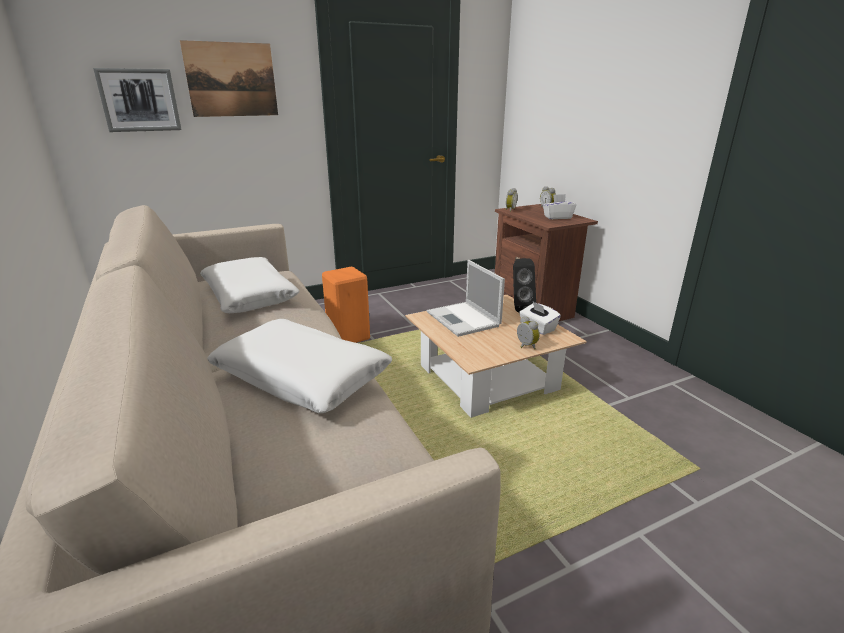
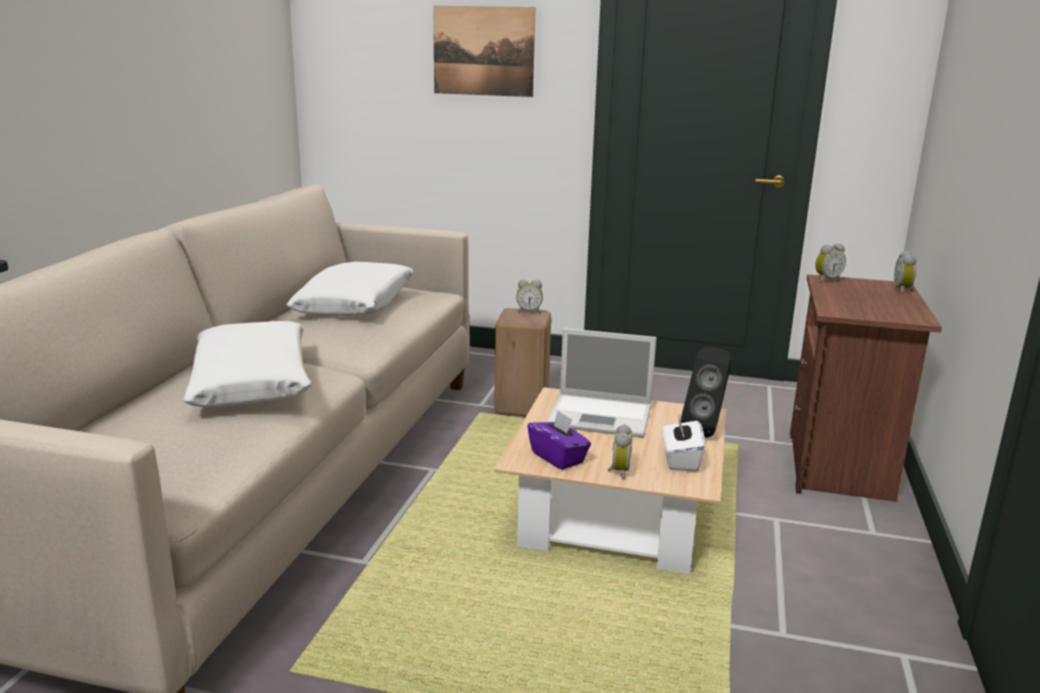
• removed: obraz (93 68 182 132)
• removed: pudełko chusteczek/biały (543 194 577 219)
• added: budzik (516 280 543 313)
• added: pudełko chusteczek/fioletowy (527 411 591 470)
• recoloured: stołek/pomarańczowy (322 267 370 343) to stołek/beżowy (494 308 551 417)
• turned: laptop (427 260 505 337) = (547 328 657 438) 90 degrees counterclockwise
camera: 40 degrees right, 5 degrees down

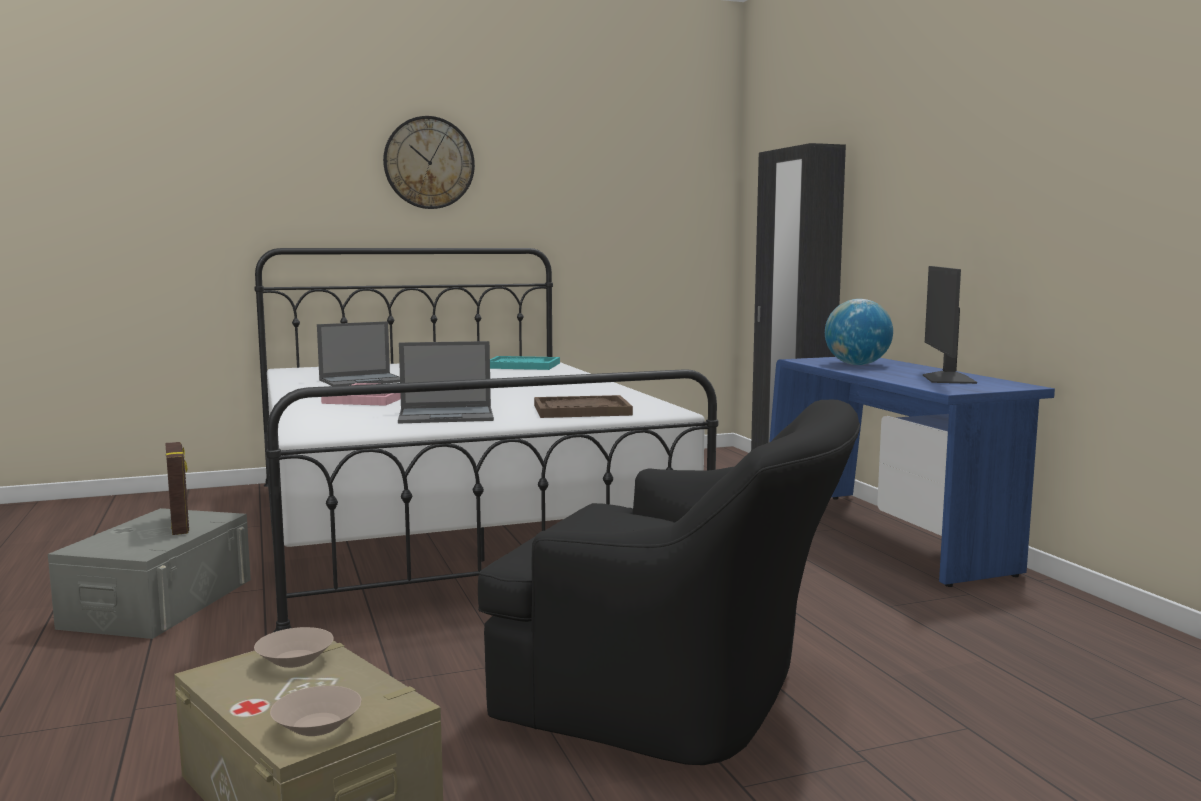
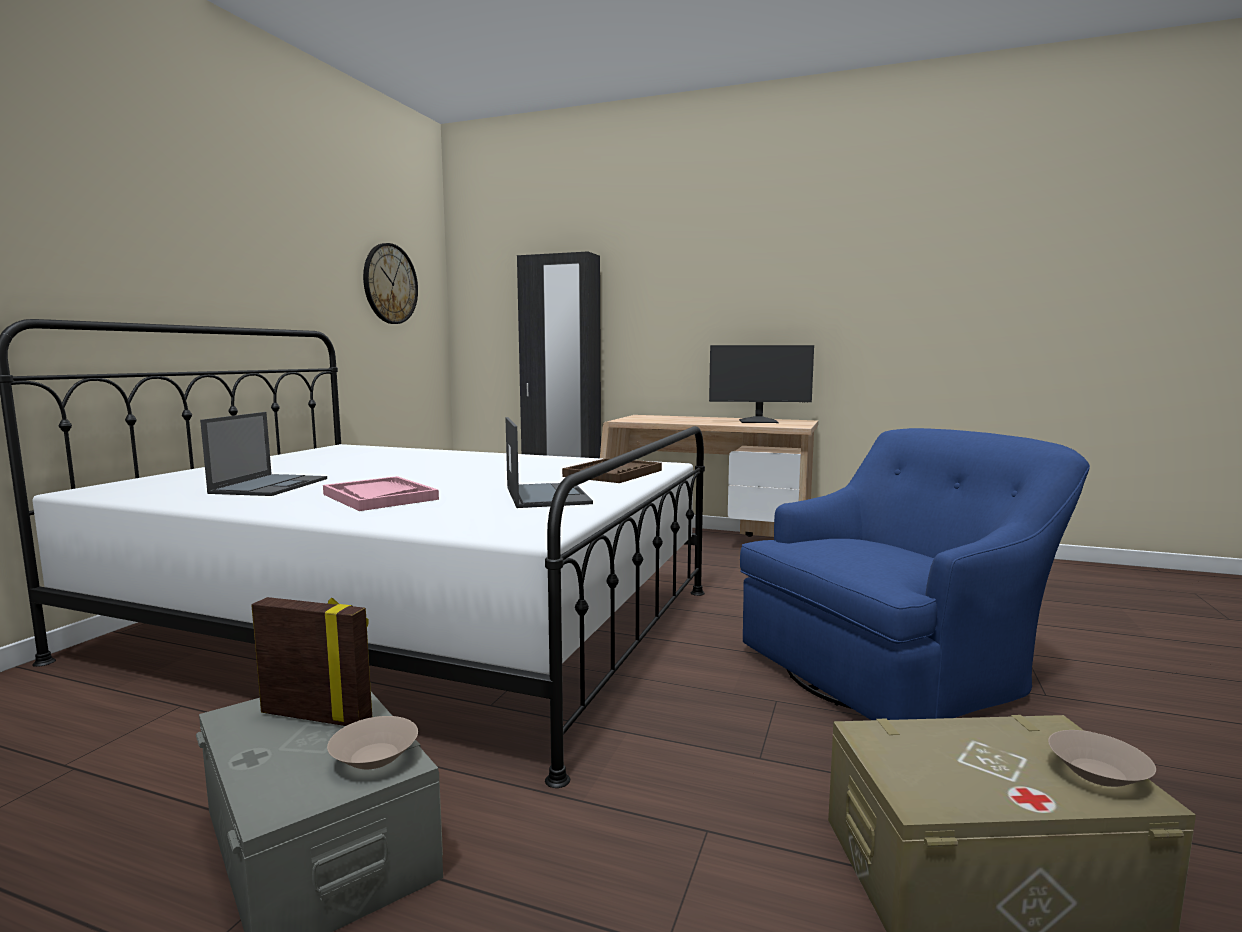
• removed: taca/turkusowy (490 356 560 370)
• removed: globus (825 299 893 365)
• moved: miska/beżowy (254 627 334 668) to (327 716 418 769)
• moved: zegar ścienny (383 116 475 209) to (363 243 418 324)
• recoloured: fotel/czarny (478 400 860 765) to fotel/niebieski (740 428 1090 720)
• recoloured: biurko/niebieski (769 357 1055 587) to biurko/beżowy (600 415 818 537)
• turned: laptop (398 341 494 423) = (505 417 593 508) 45 degrees counterclockwise
• turned: monitor (923 266 977 384) = (709 345 814 423) 45 degrees counterclockwise
camera: 50 degrees left, 0 degrees up

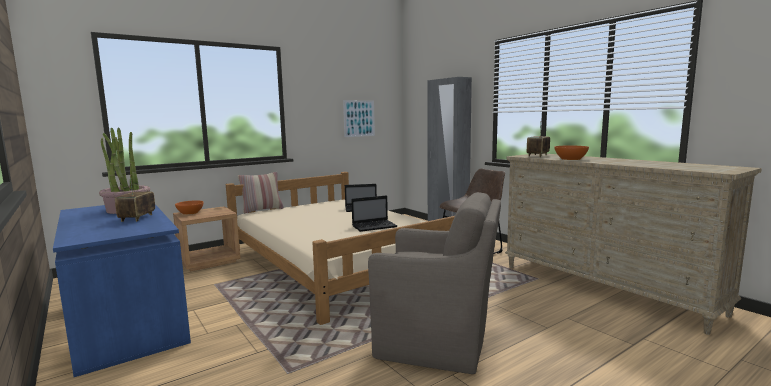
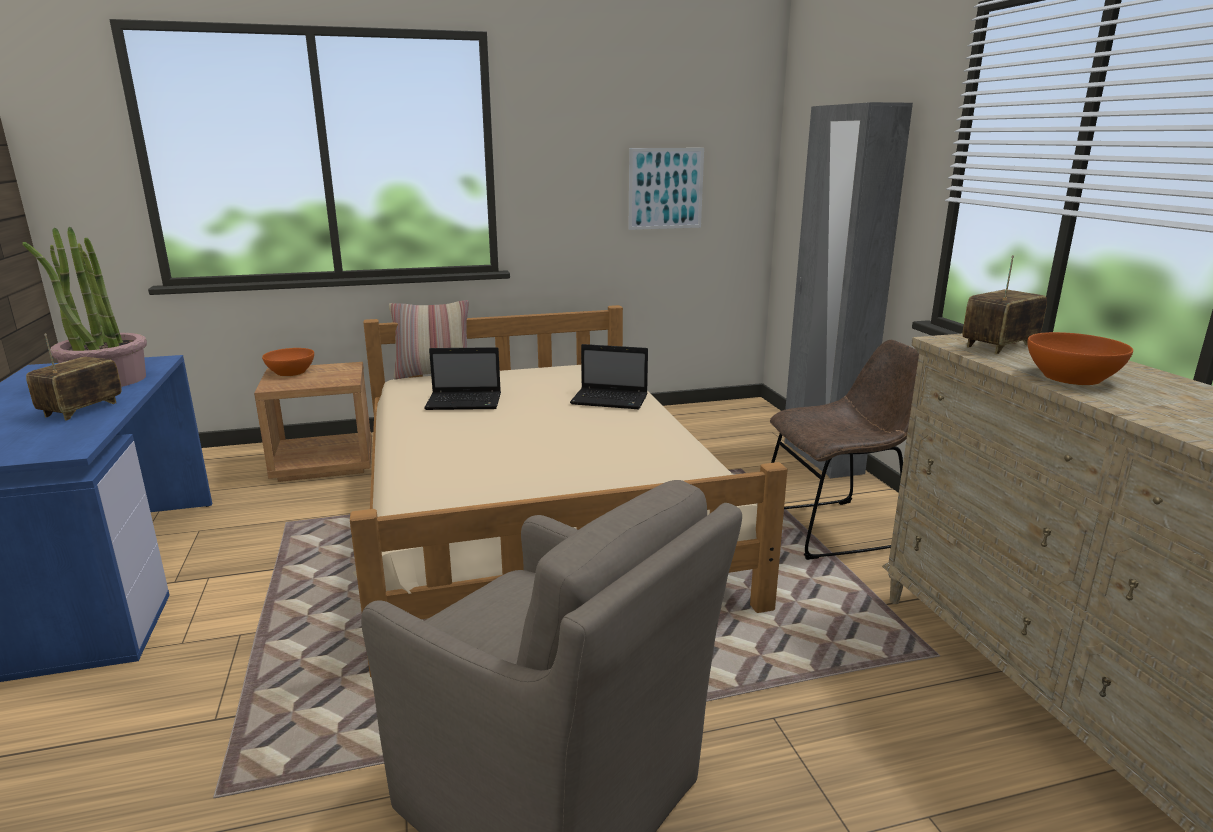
• moved: laptop (351 195 398 232) to (424 347 501 410)
camera: 20 degrees right, 10 degrees up

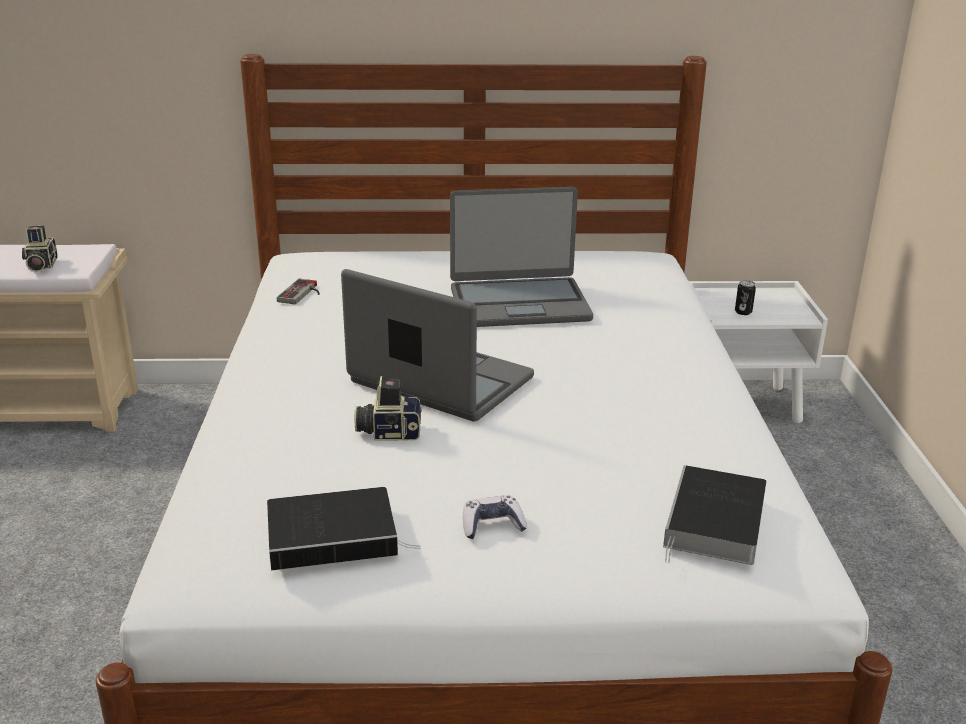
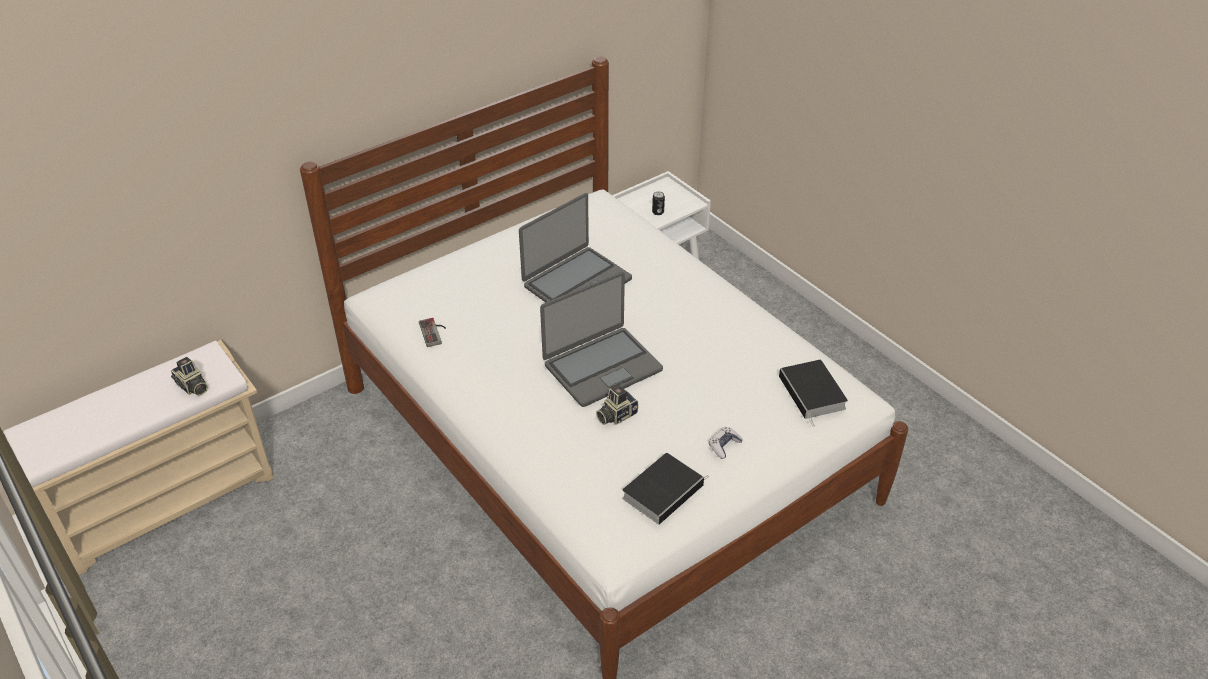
• turned: laptop (341 269 534 422) = (540 272 663 407) 150 degrees clockwise
camera: 35 degrees left, 15 degrees up

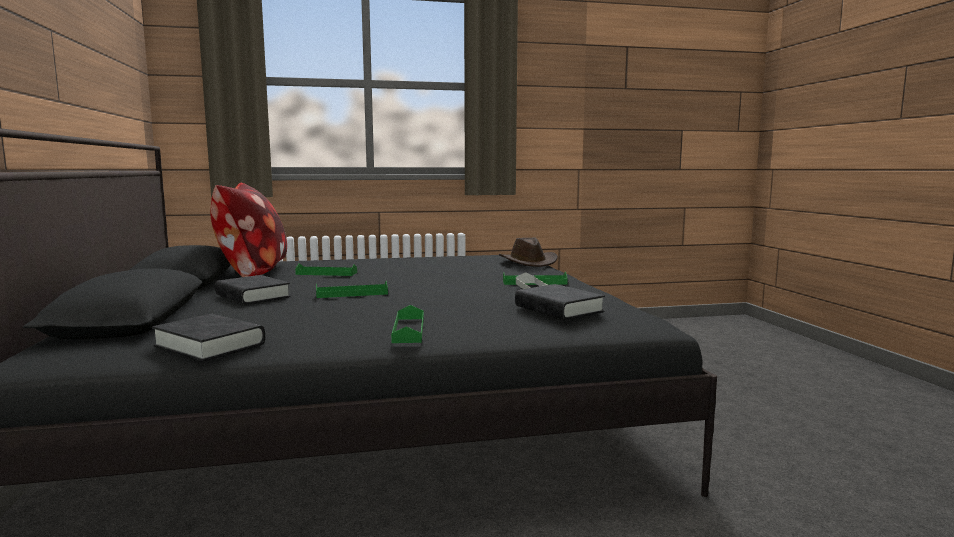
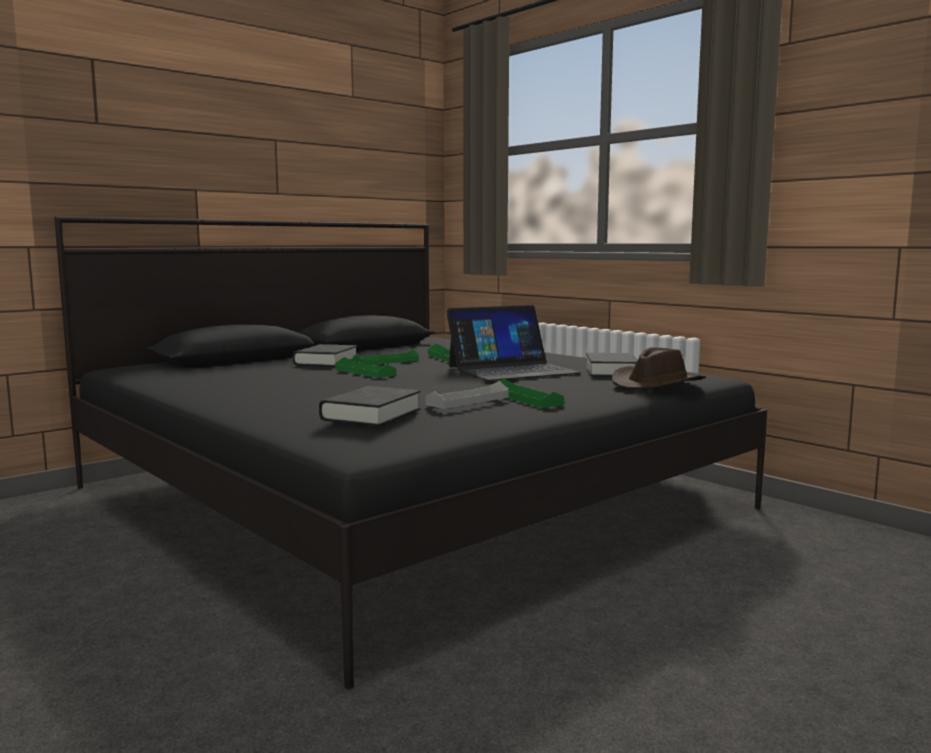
• removed: poduszka (210 183 287 277)
• added: laptop (446 305 580 381)
• moved: książka/czarny (152 314 265 362) to (586 353 637 377)
• moved: taca/zielony (391 305 424 343) to (353 348 419 365)
camera: 60 degrees right, 0 degrees up

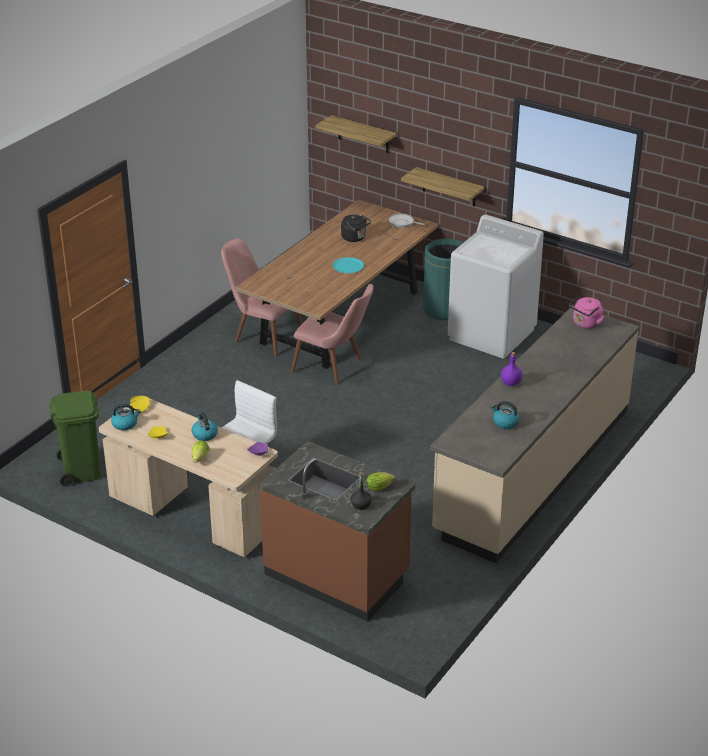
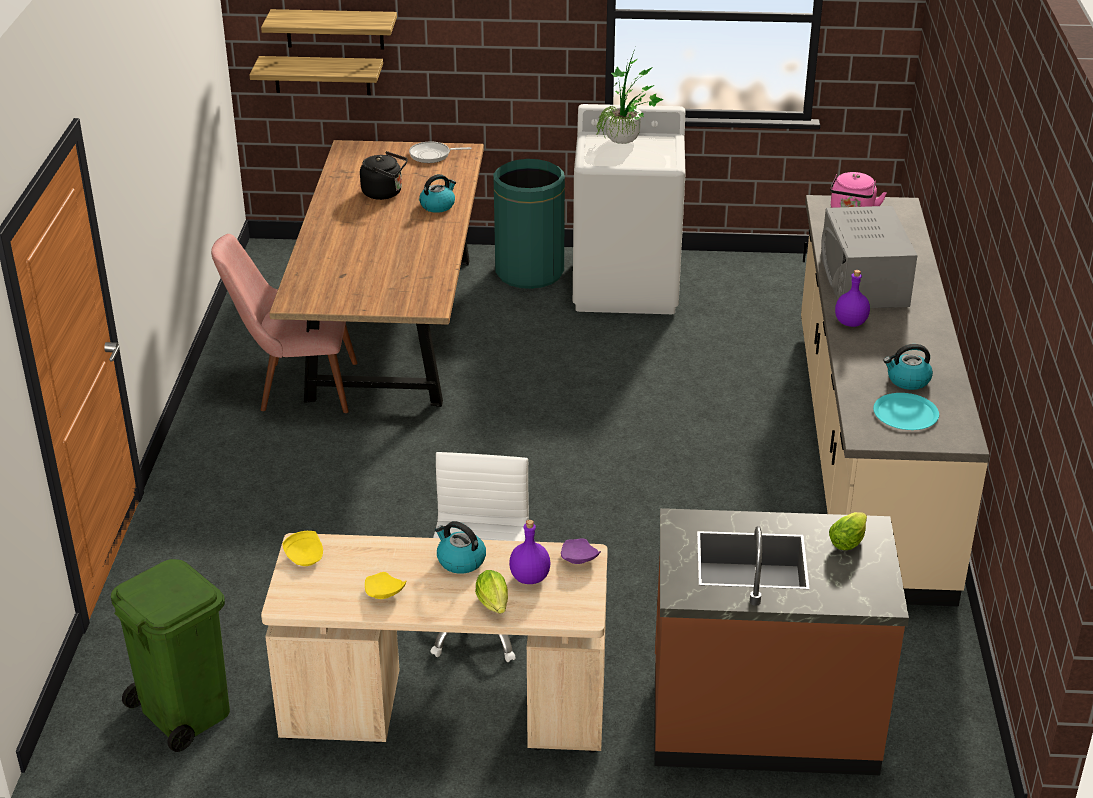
• removed: krzesło/różowy (291 284 374 385)
• removed: butelka/czarny (350 472 372 510)
• added: butelka/fioletowy (509 520 550 584)
• added: roślina doniczkowa (596 49 663 144)
• added: mikrofalówka/szary (821 206 918 308)
• moved: czajnik (111 404 141 431) to (419 174 456 213)
• moved: talerz/turkusowy (332 257 364 273) to (873 393 939 430)
• moved: półka (401 167 484 207) to (250 56 383 95)
camera: 30 degrees left, 0 degrees up

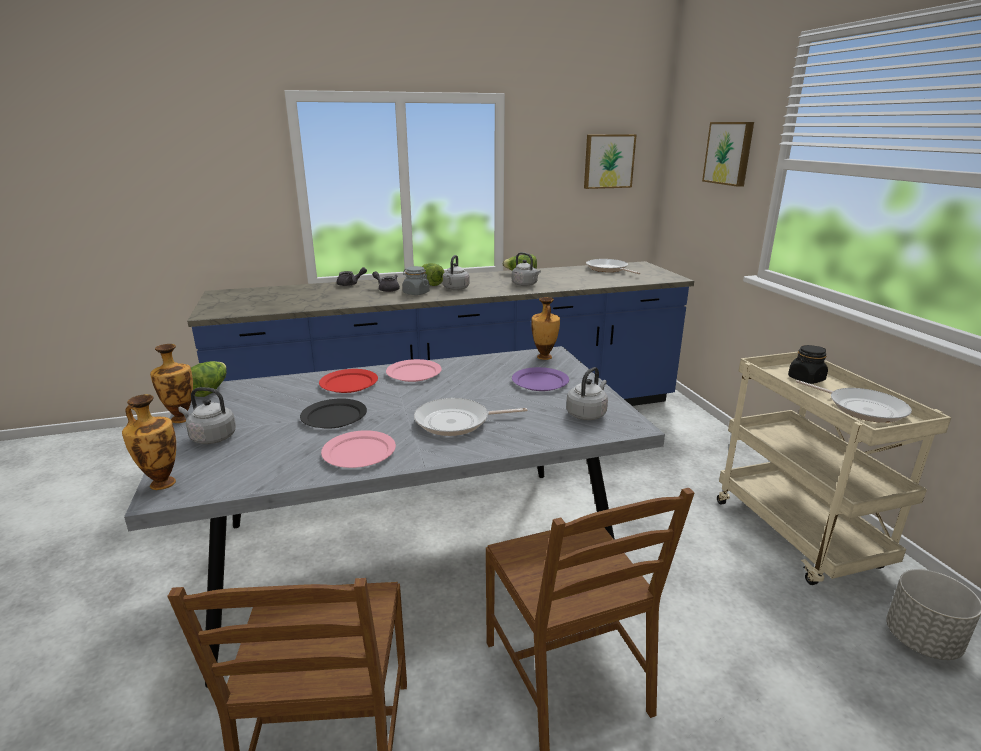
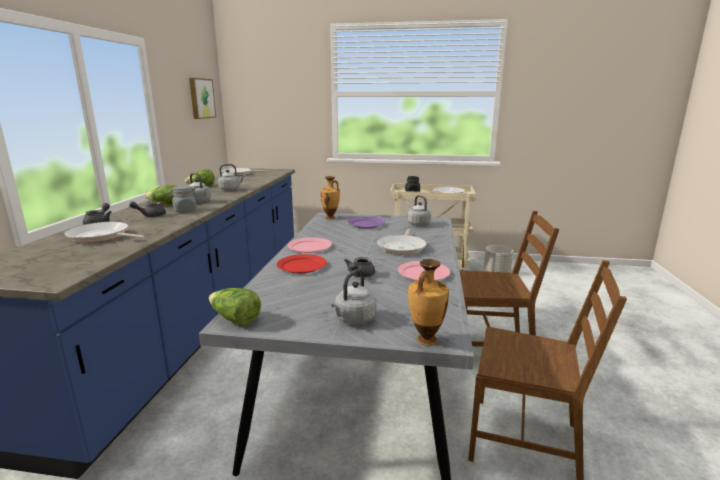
• removed: wazon (150 344 193 423)
• removed: obraz (702 122 754 187)
• added: patelnia (64 222 146 243)
• replaced: talerz/czarny (300 398 367 429) to imbryk/szary (344 257 375 277)
camera: 65 degrees left, 5 degrees down

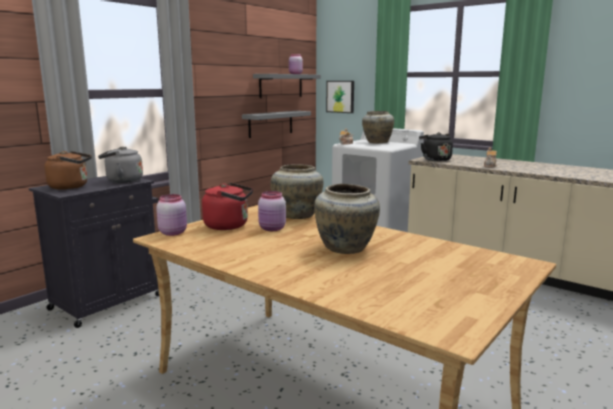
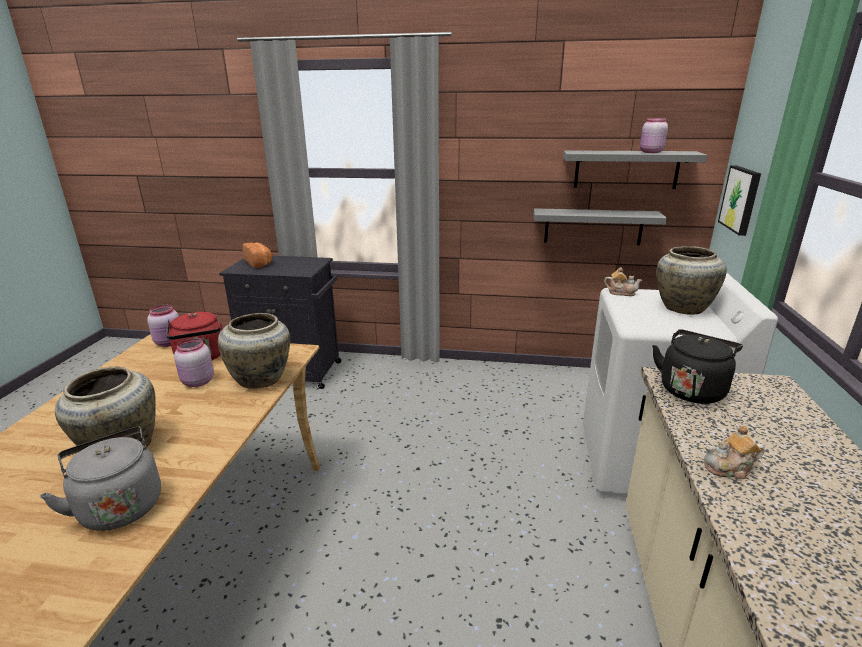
• moved: czajnik/szary (98 147 143 183) to (40 427 161 531)
• replaced: czajnik/brązowy (44 151 92 190) to chleb (242 243 272 268)
camera: 60 degrees right, 10 degrees up

